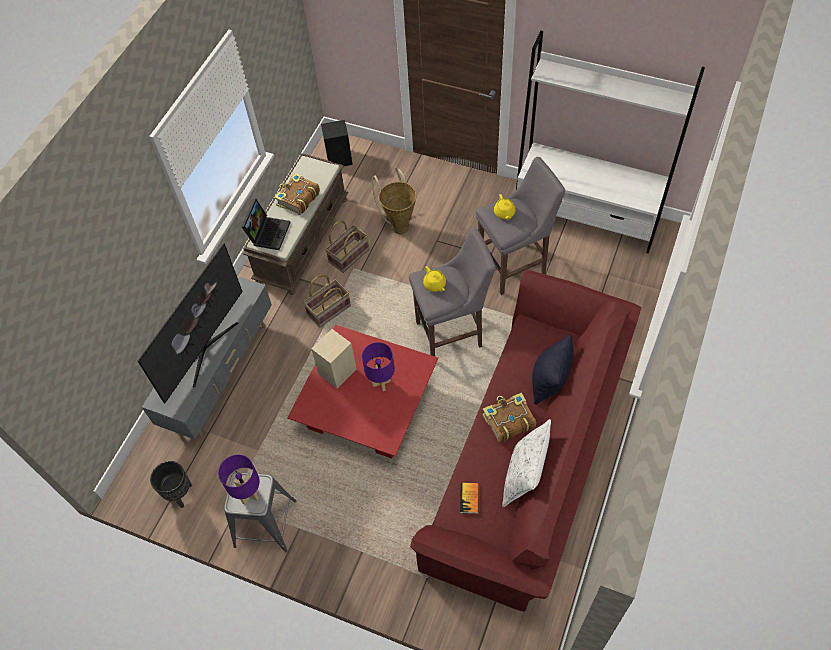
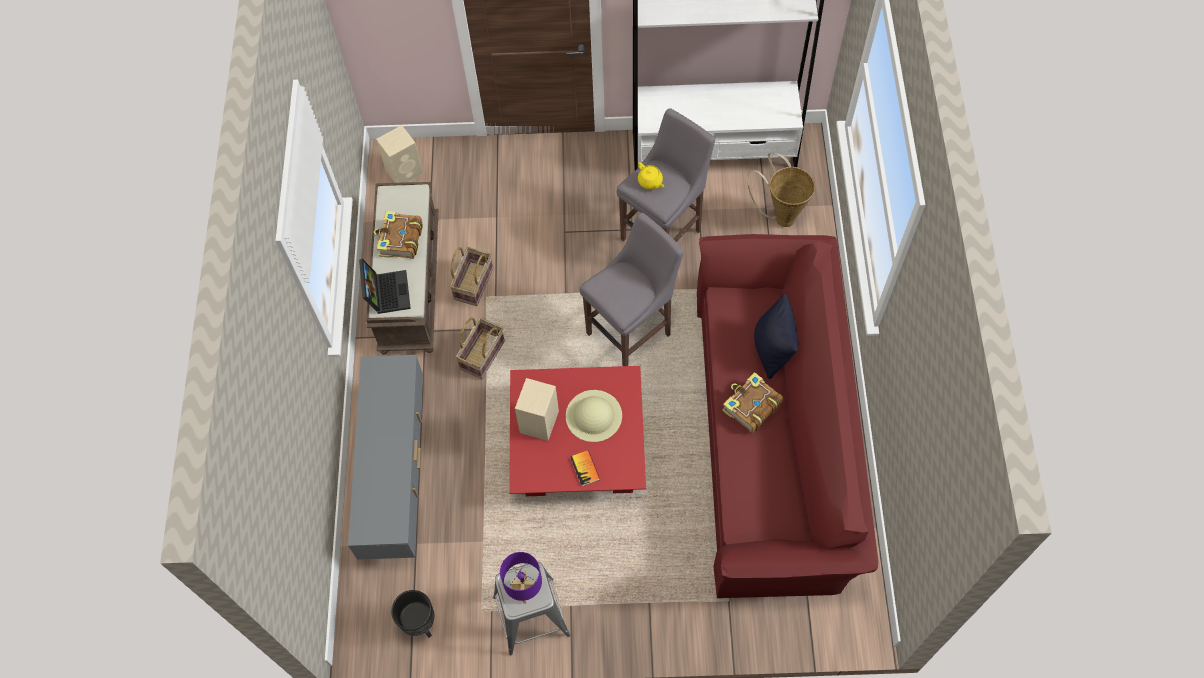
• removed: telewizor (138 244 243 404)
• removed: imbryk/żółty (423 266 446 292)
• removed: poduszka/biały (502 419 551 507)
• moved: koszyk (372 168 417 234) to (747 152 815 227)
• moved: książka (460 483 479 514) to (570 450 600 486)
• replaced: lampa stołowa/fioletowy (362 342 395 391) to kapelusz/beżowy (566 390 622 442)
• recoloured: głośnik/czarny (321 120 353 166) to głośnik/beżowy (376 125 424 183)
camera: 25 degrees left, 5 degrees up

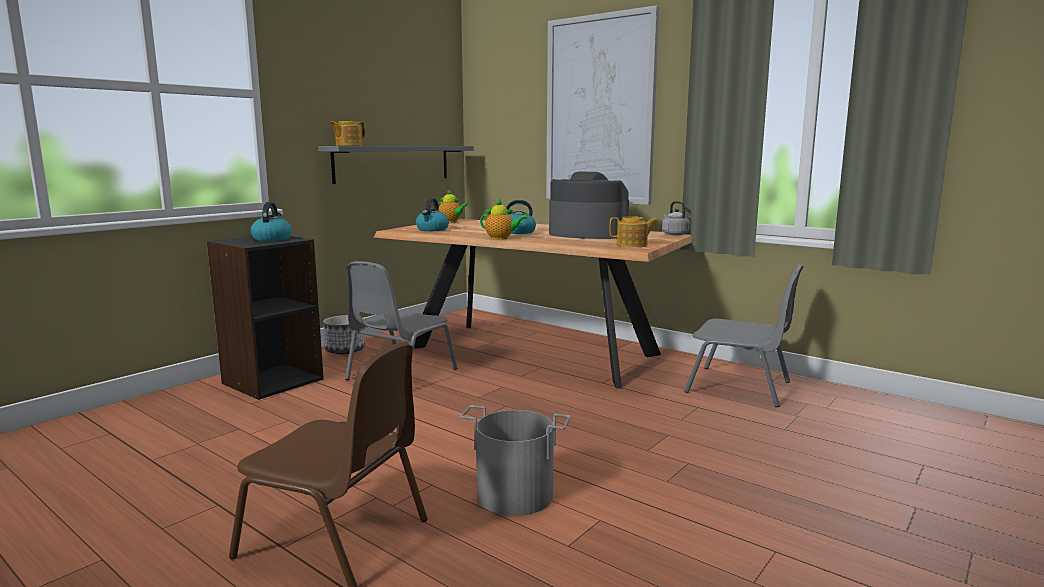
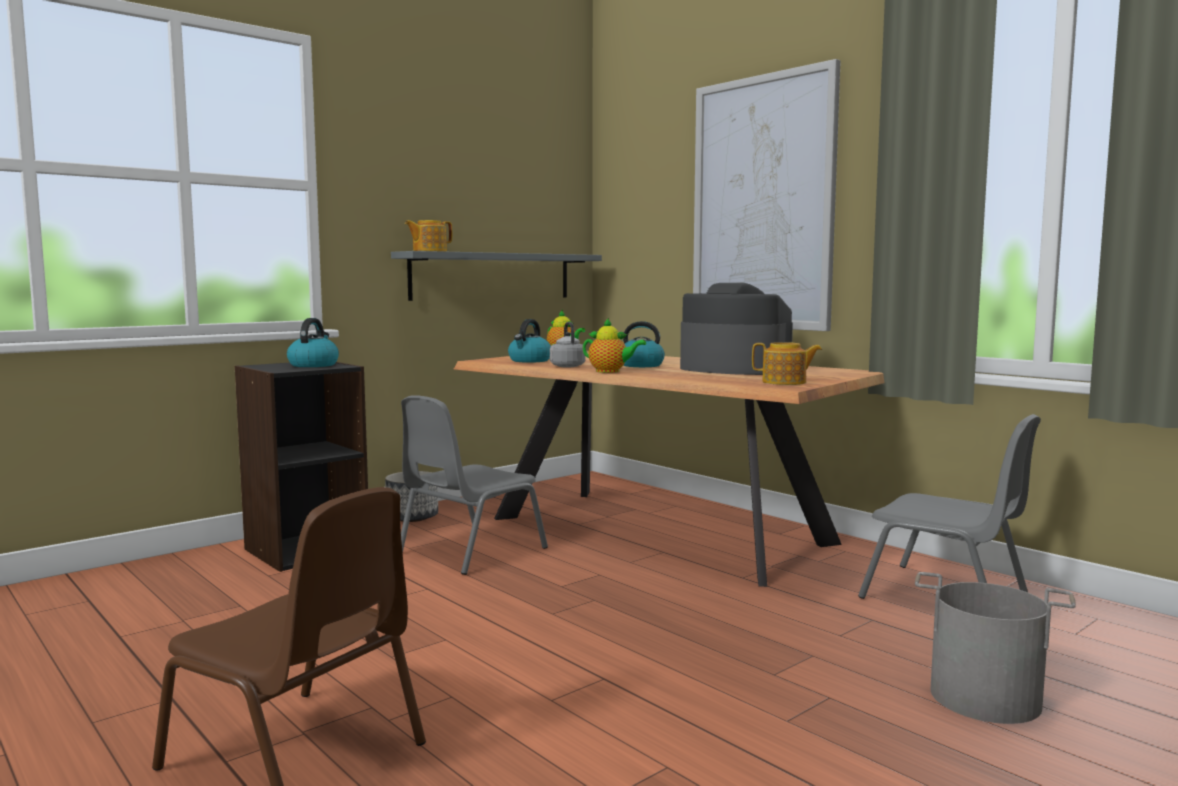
• moved: wiadro/szary (460 405 571 516) to (915 572 1076 724)
• moved: czajnik/szary (662 201 690 235) to (550 322 586 367)
camera: 10 degrees right, 5 degrees down

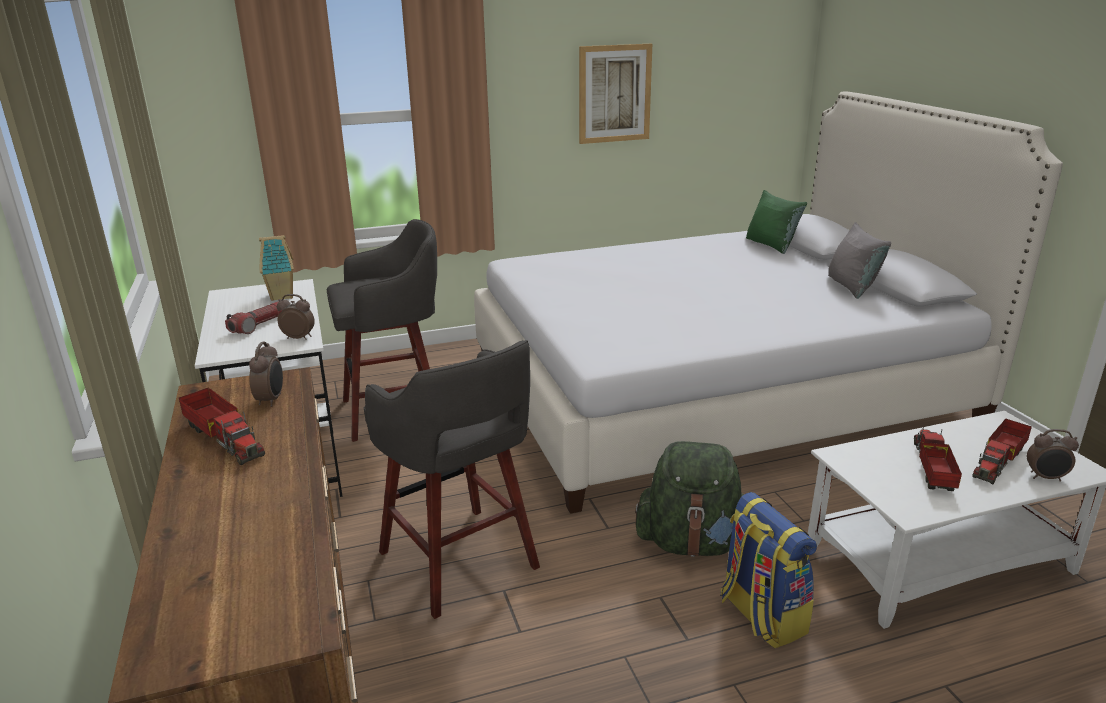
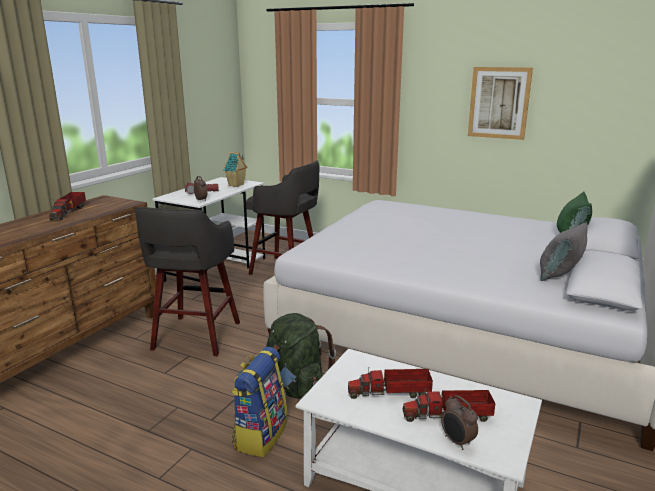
• removed: budzik (249 342 283 407)
• turned: ciężarówka zabawkowa (914 428 962 491) = (348 367 433 399) 150 degrees counterclockwise
camera: 45 degrees right, 5 degrees down

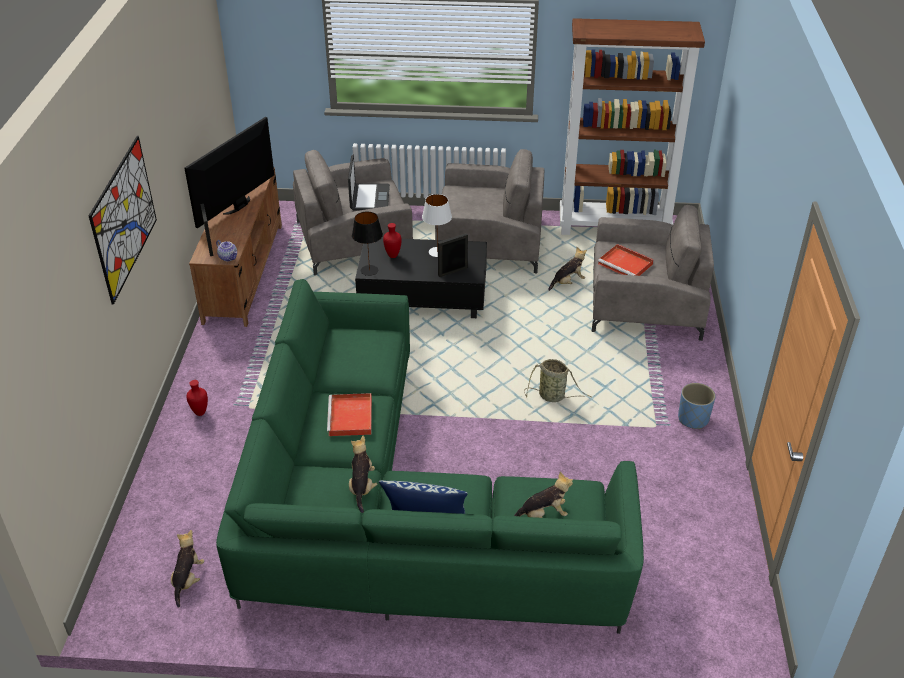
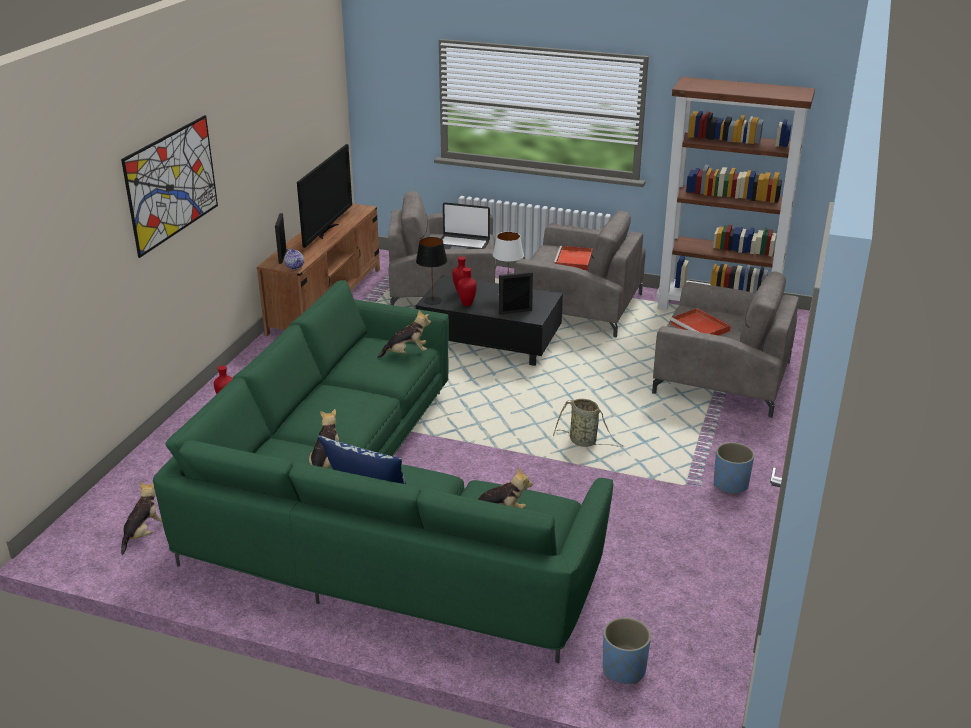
• added: wazon/czerwony (457 268 477 306)
• added: donica/niebieski (603 618 651 684)
• moved: taca/czerwony (327 393 372 436) to (554 246 593 270)
• moved: pluszak (548 247 587 291) to (377 309 431 358)
• turned: telewizor (184 117 274 228) = (297 144 352 248) 150 degrees clockwise
• turned: laptop (348 154 390 210) = (441 203 490 249) 90 degrees clockwise
camera: 15 degrees right, 10 degrees down

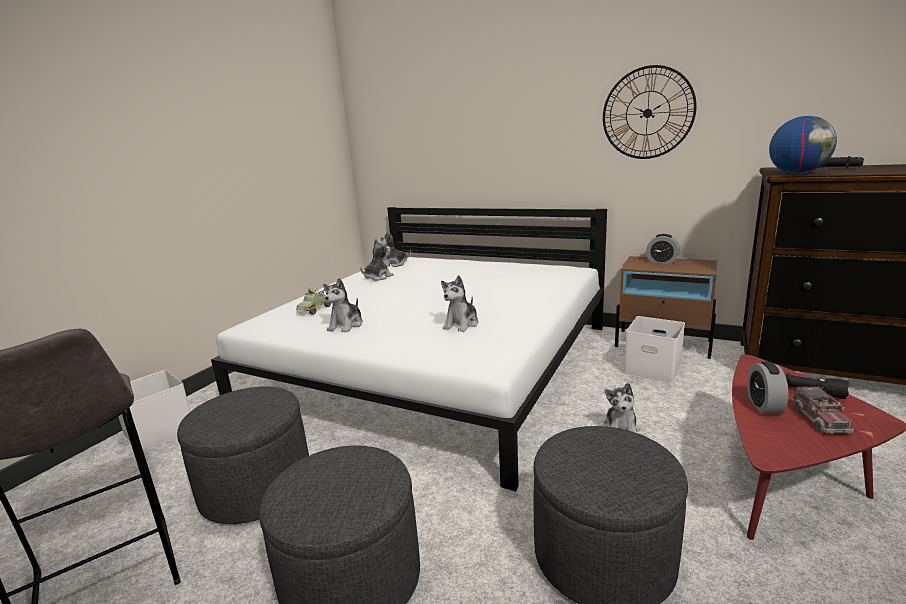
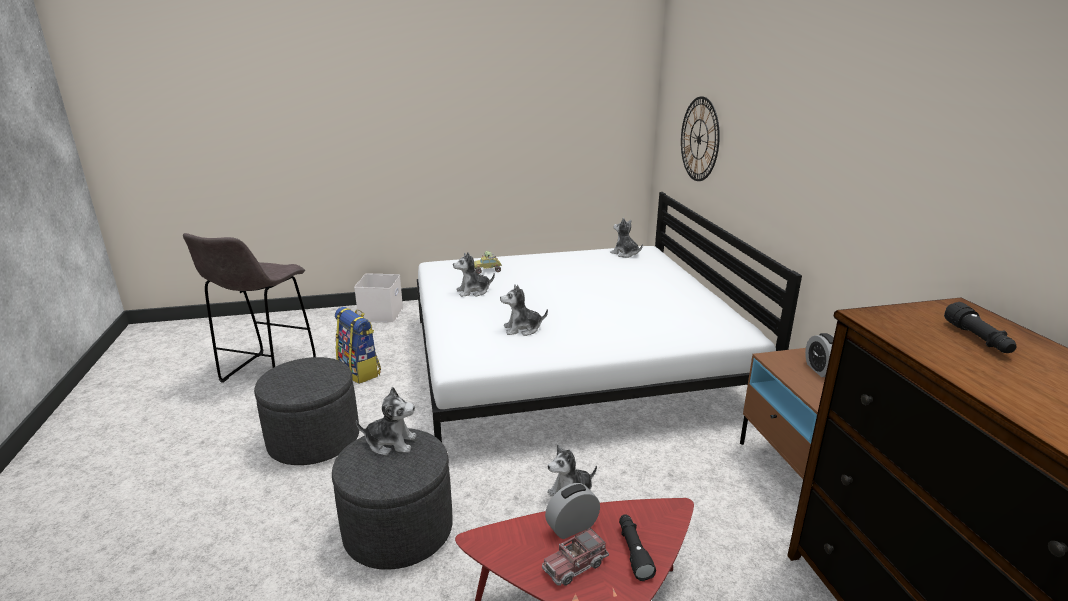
• removed: pojemnik do przechowywania/biały (624 316 685 384)
• removed: globus (769 116 837 174)
• moved: pluszak (360 239 394 281) to (356 387 416 456)
• moved: zegar ścienny (603 65 697 159) to (681 96 720 181)
• replaced: pufa/szary (177 387 309 524) to plecak (335 307 381 384)
camera: 50 degrees right, 5 degrees up

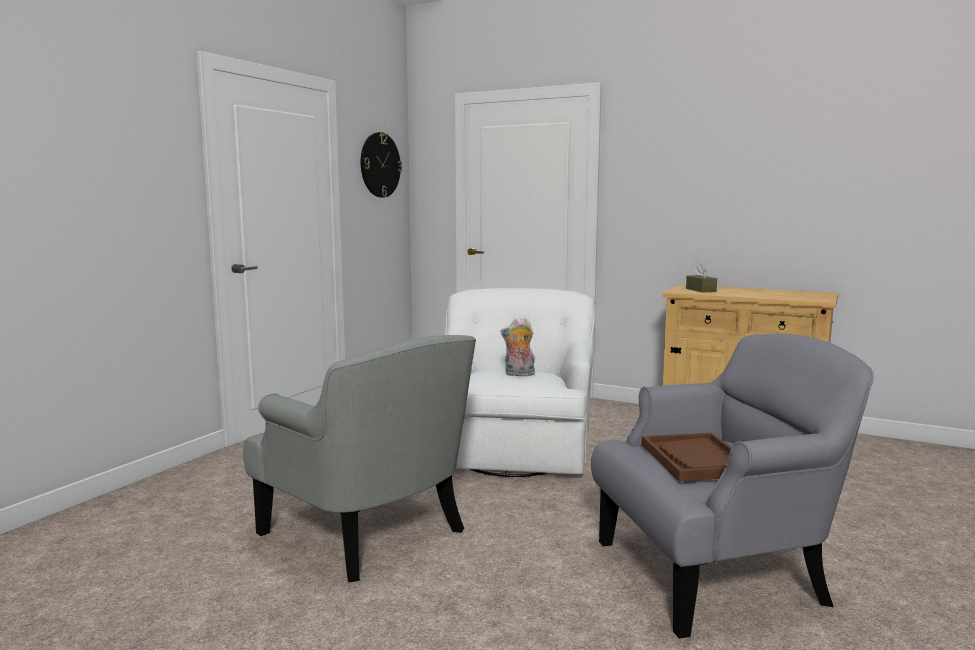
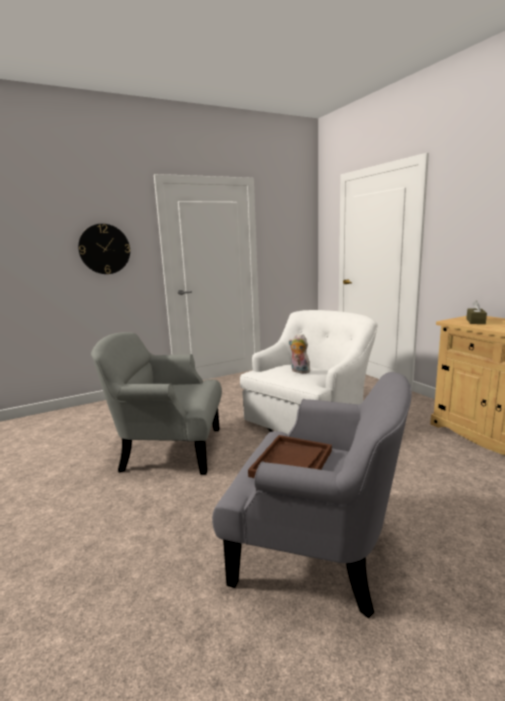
• moved: zegar ścienny (361 132 402 198) to (78 224 130 274)
• turned: fotel/szary (243 335 476 582) = (91 332 222 475) 105 degrees clockwise
camera: 35 degrees right, 5 degrees up

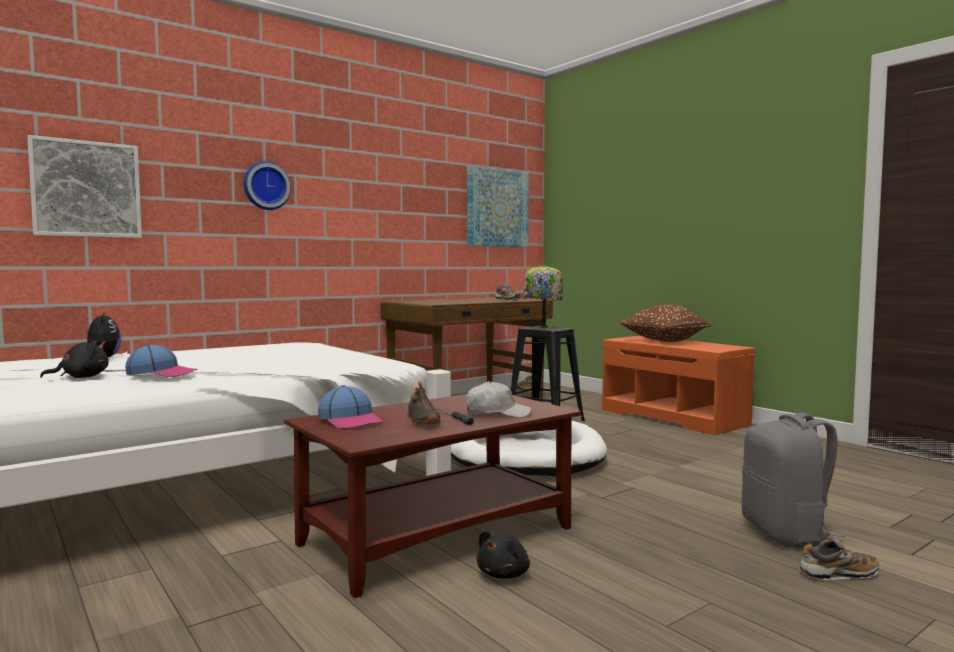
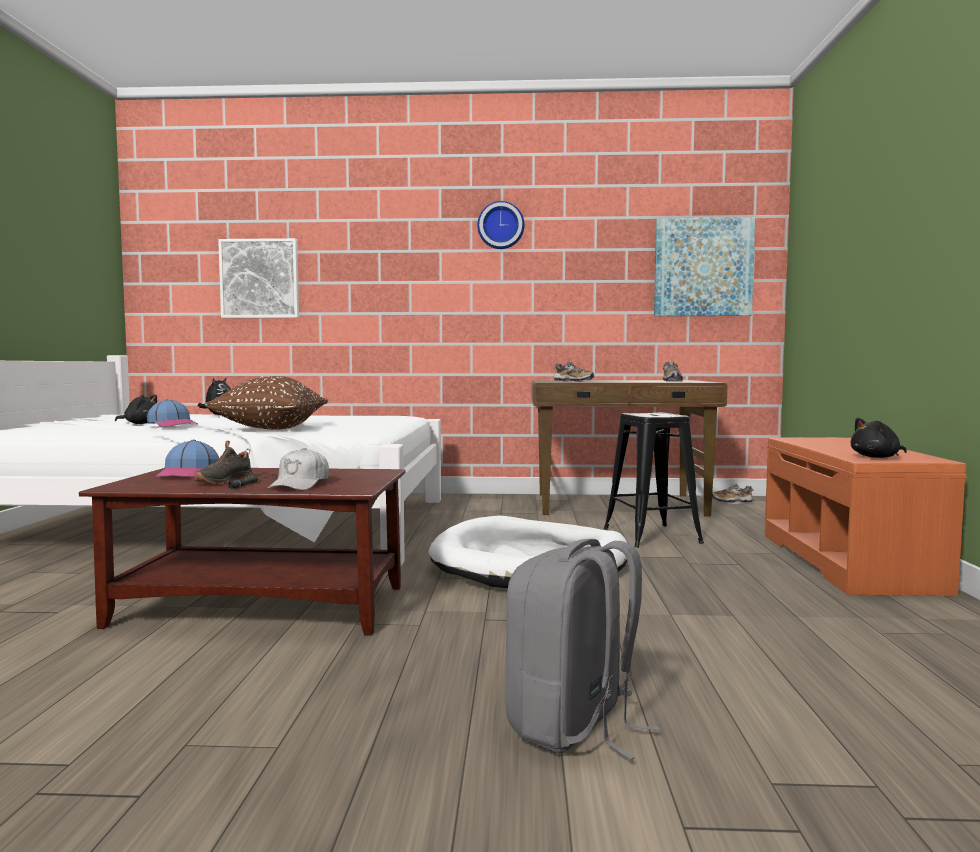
• removed: lampa stołowa (523 265 563 329)
• moved: zegar ścienny (244 161 291 210) to (477 201 524 249)
• moved: pluszak/czarny (477 531 530 579) to (851 418 907 458)
• moved: poduszka/brązowy (619 305 712 342) to (204 376 328 430)
• moved: but (800 540 879 580) to (554 361 594 382)
• turned: czapka z daszkiem/biały (466 381 532 418) = (267 448 329 490) 60 degrees clockwise
camera: 40 degrees right, 0 degrees up

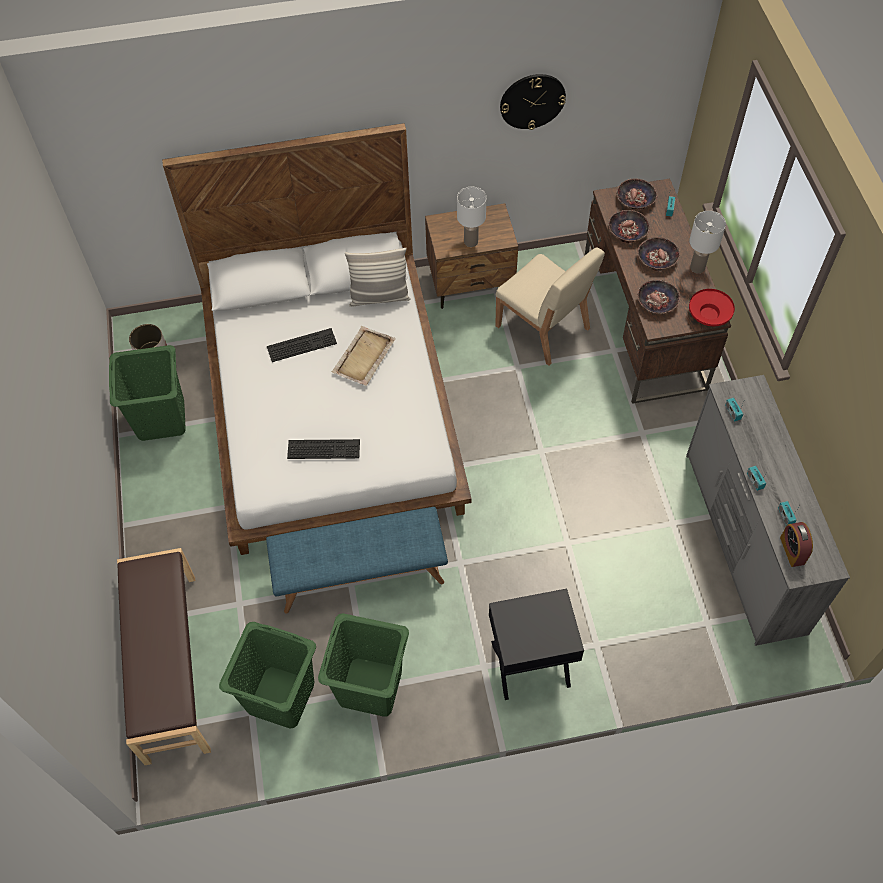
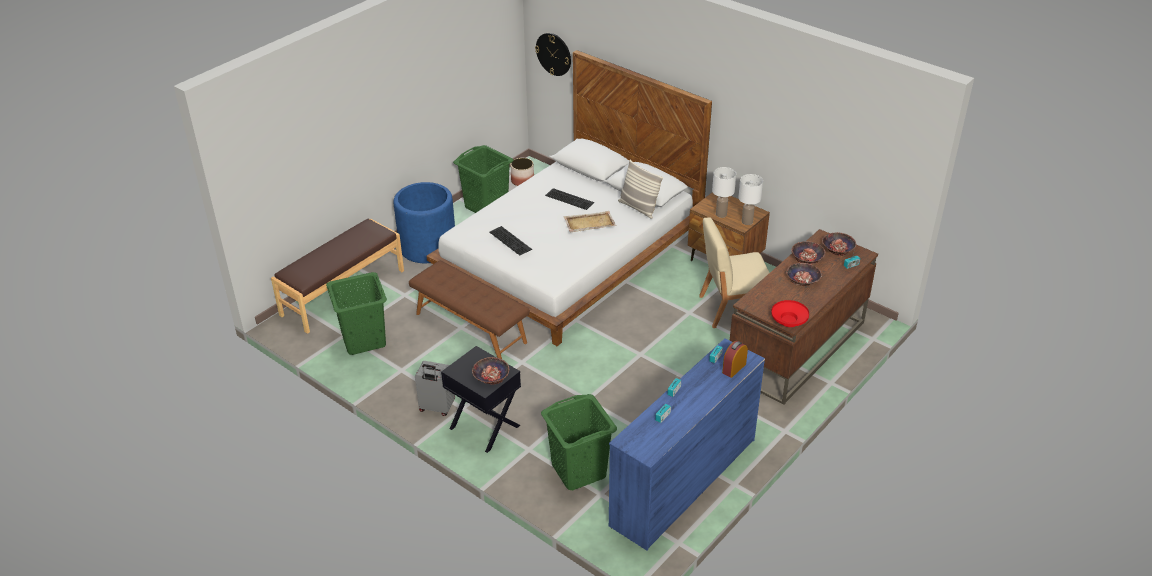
• added: donica/niebieski (393 182 455 263)
• added: walizka/szary (415 361 455 416)
• moved: kosz na pranie/zielony (318 613 409 716) to (541 394 617 490)
• moved: zegar ścienny (500 74 566 130) to (535 33 571 76)
• moved: miska (637 280 680 314) to (472 357 509 384)
• moved: lampa stołowa/biały (689 211 726 273) to (738 174 763 225)
• moved: budzik (780 522 813 567) to (722 341 748 378)
• recoloured: ławka/niebieski (266 507 448 614) to ławka/brązowy (409 261 530 359)
• recoloured: komoda/szary (686 375 850 646) to komoda/niebieski (609 338 765 550)
• turned: krzesło/beżowy (495 247 605 366) = (699 217 770 328) 75 degrees clockwise
camera: 50 degrees right, 20 degrees down

